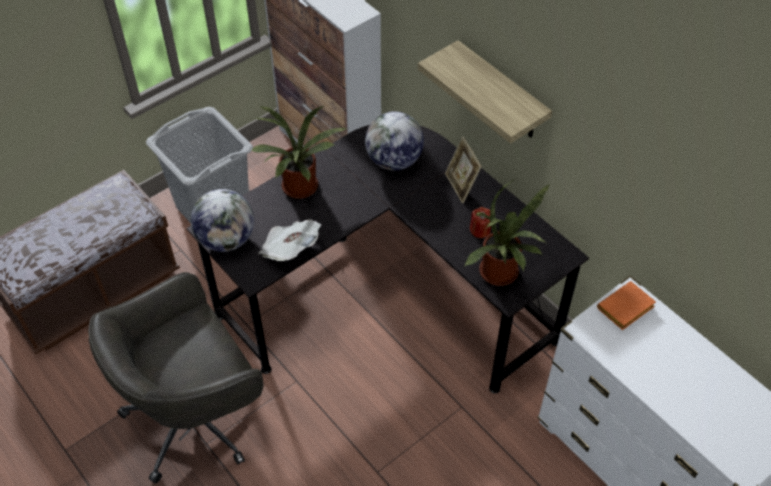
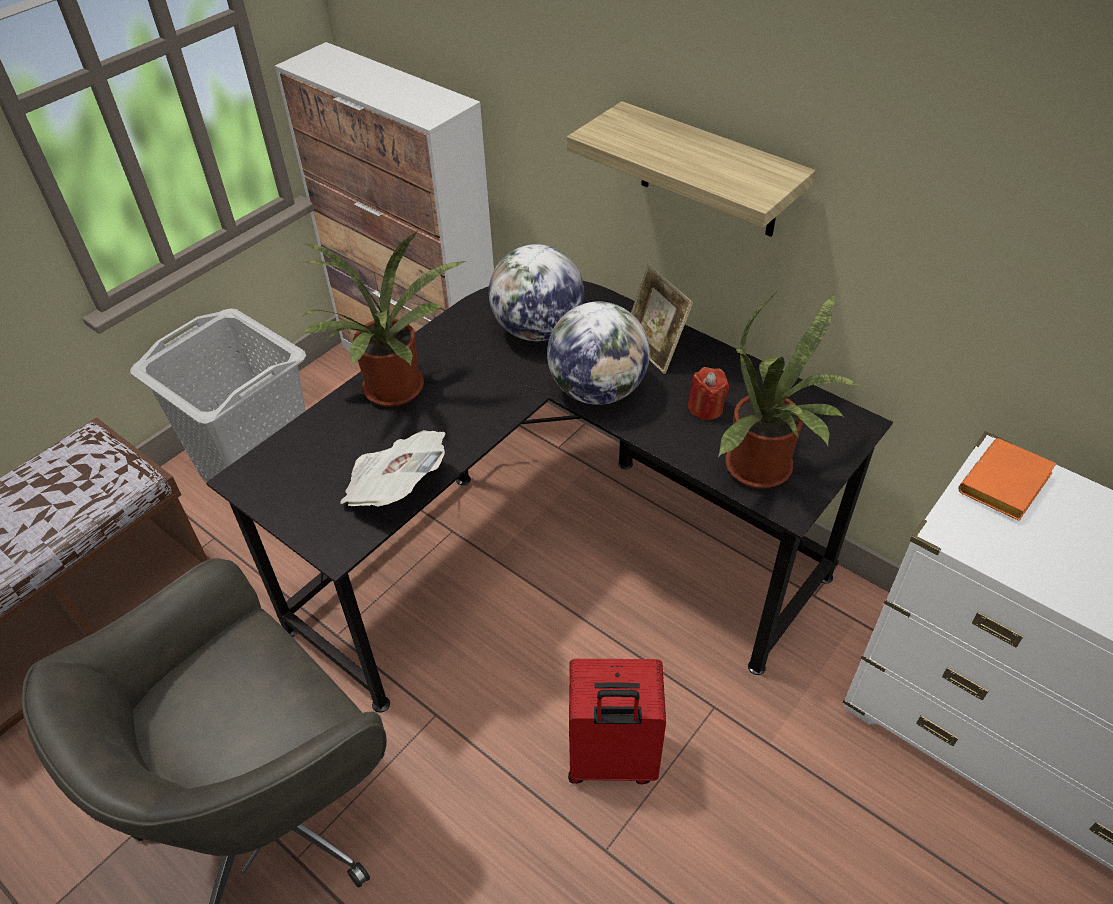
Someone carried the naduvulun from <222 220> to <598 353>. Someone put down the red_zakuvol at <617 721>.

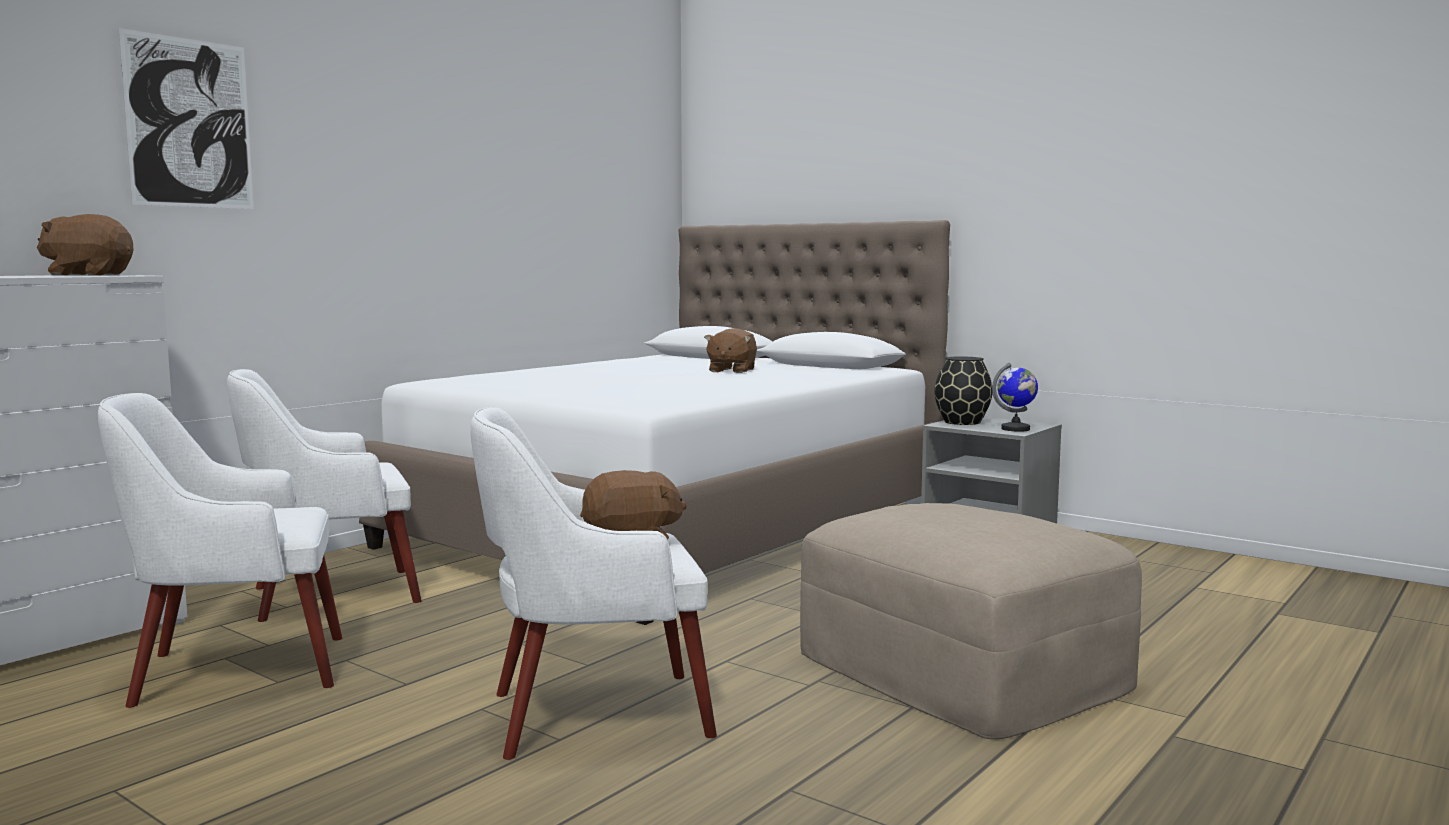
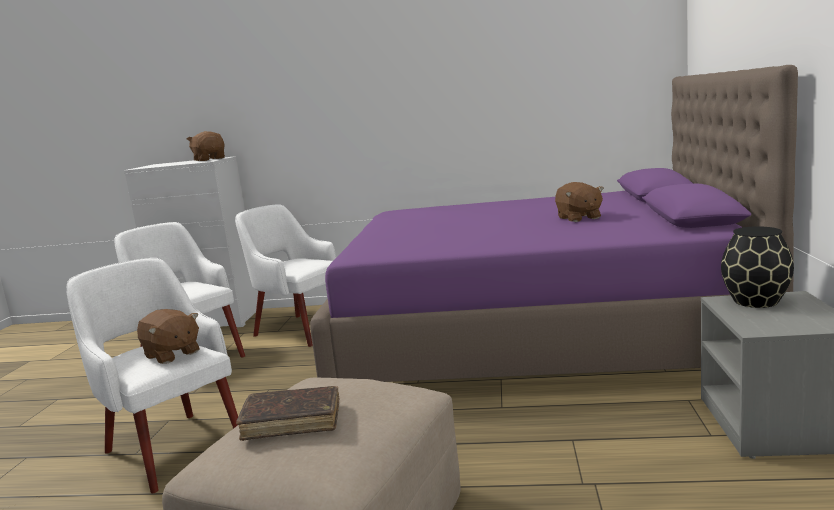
Someone took away the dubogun at <186 118>. Someone repainted the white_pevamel at <654 422>, which became the purple_pevamel at <554 223>. Someone rotated the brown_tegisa at <730 350> by 90 degrees counterclockwise. Someone took away the naduvulun at <1015 397>. Someone put down the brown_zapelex at <287 413>.

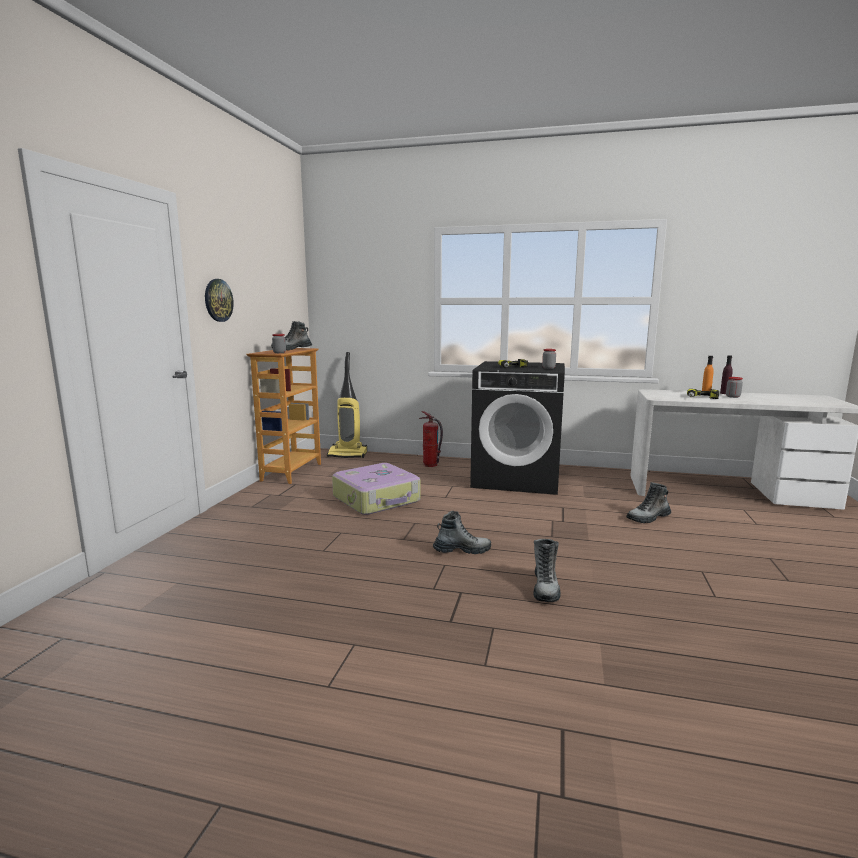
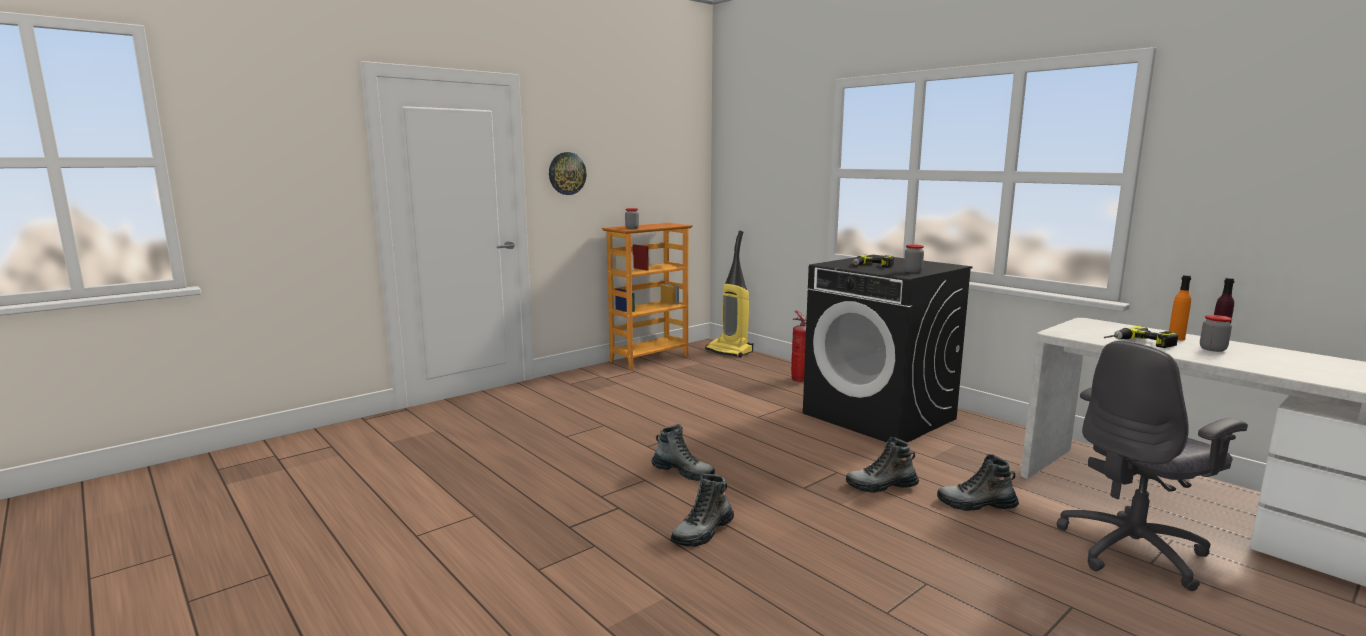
Someone carried the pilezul from <291 335> to <882 465>. Someone took away the zakuvol at <376 489>. Someone put down the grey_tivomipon at <1152 466>.

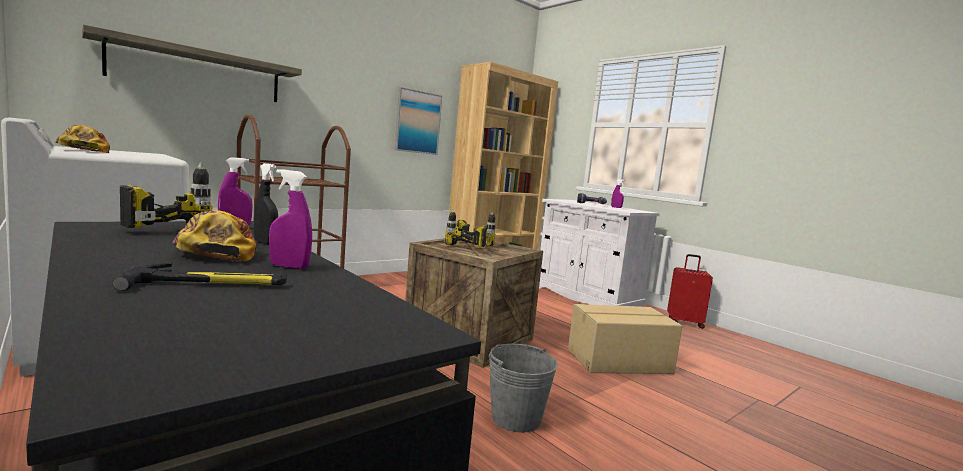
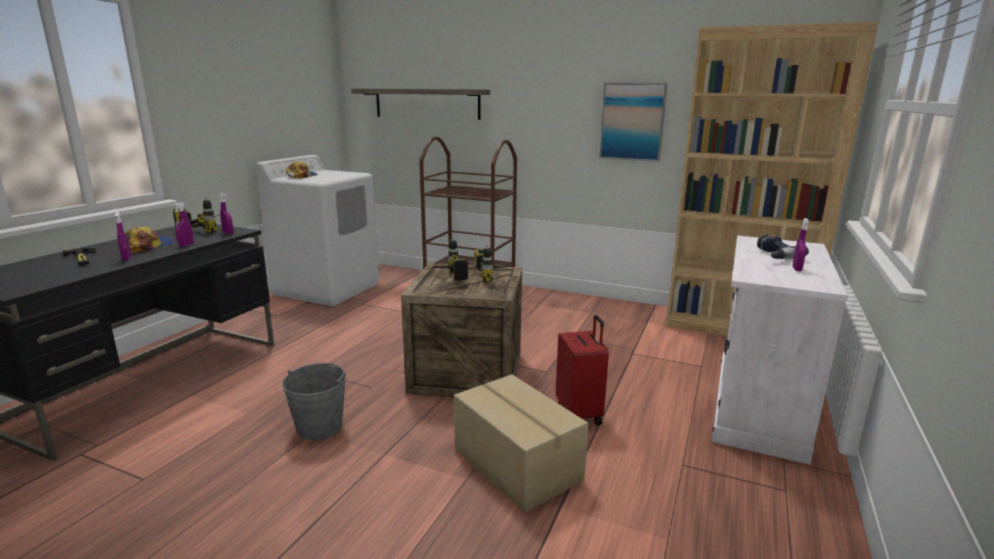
Someone repainted the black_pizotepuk at <266 204>, which became the purple_pizotepuk at <183 224>. Someone carried the red_zakuvol from <690 291> to <582 370>.

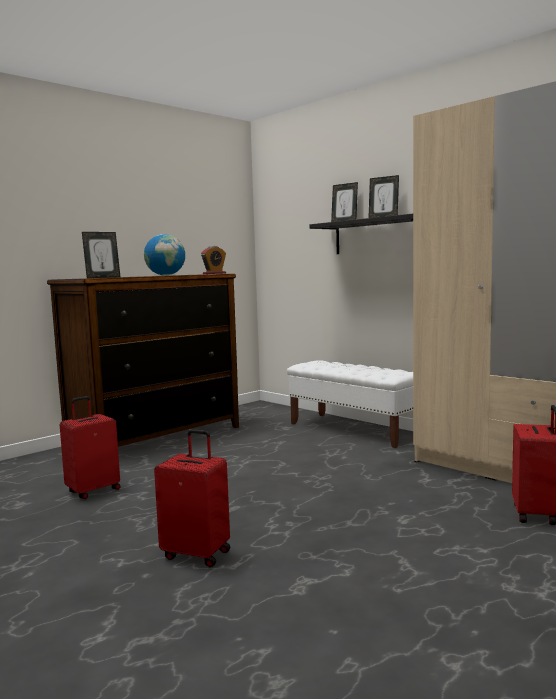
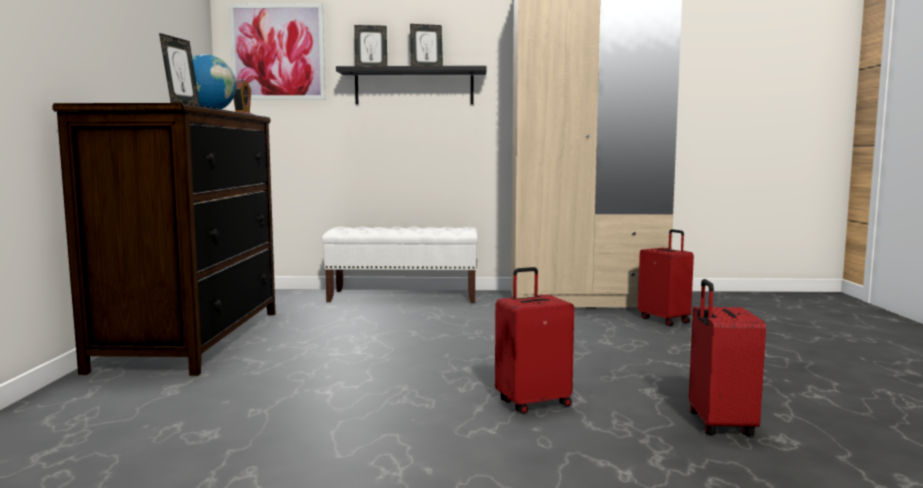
Someone carried the red_zakuvol from <90 447> to <727 357>. Someone put up the dubogun at <277 51>.

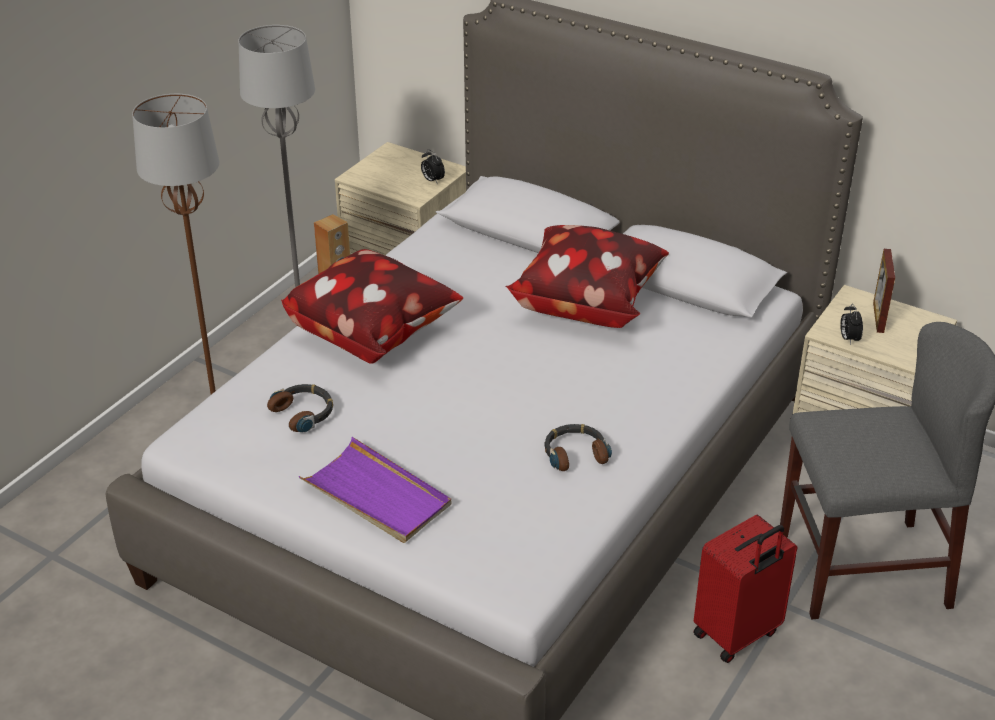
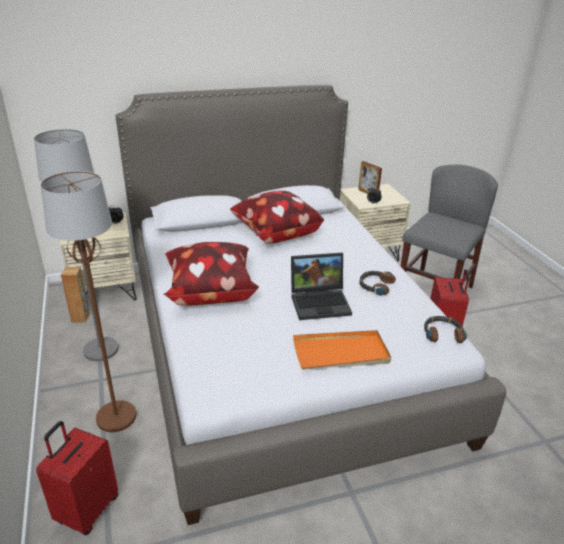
Someone carried the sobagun from <300 408> to <445 329>. Someone repainted the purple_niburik at <375 490>, which became the orange_niburik at <342 349>. Someone put down the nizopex at <321 286>. Someone put down the red_zakuvol at <77 478>.

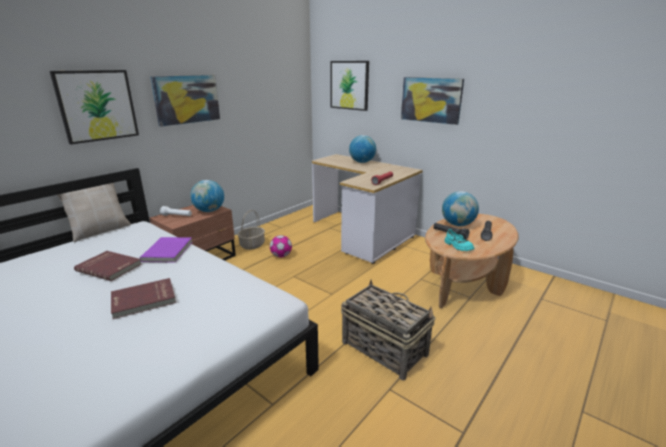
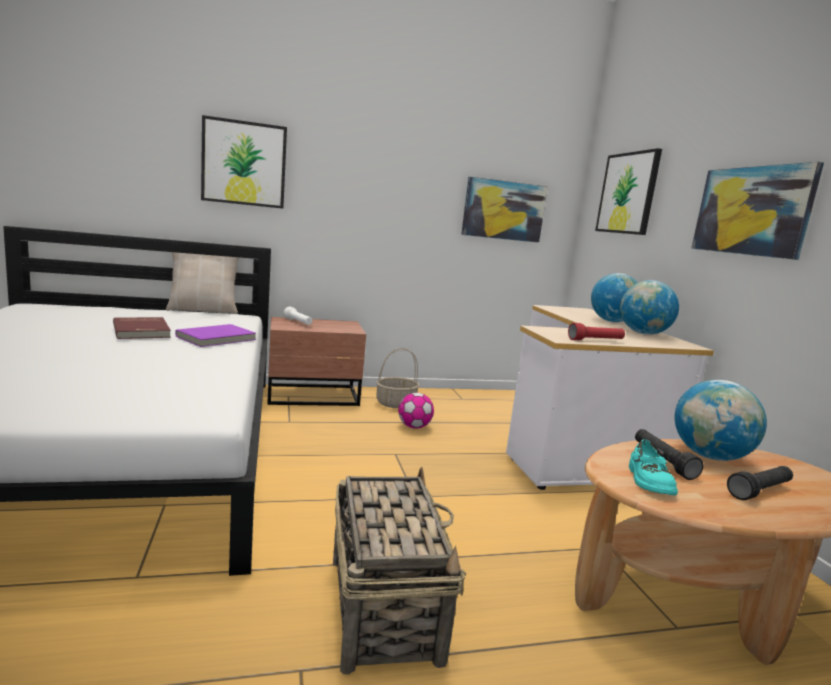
Someone carried the dubogun from <185 101> to <504 210>. Someone carried the naduvulun from <207 196> to <649 307>. Someone took away the red_zapelex at <143 298>.

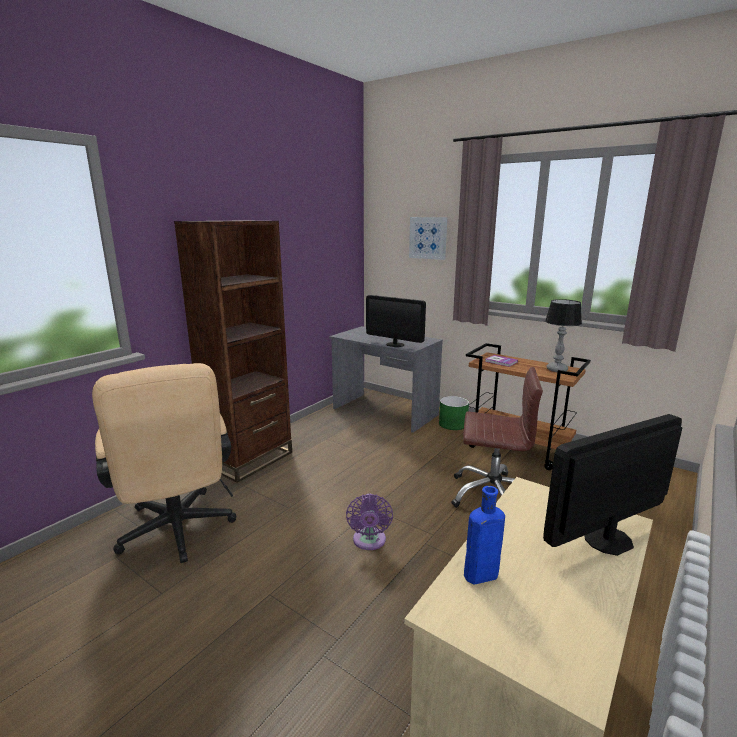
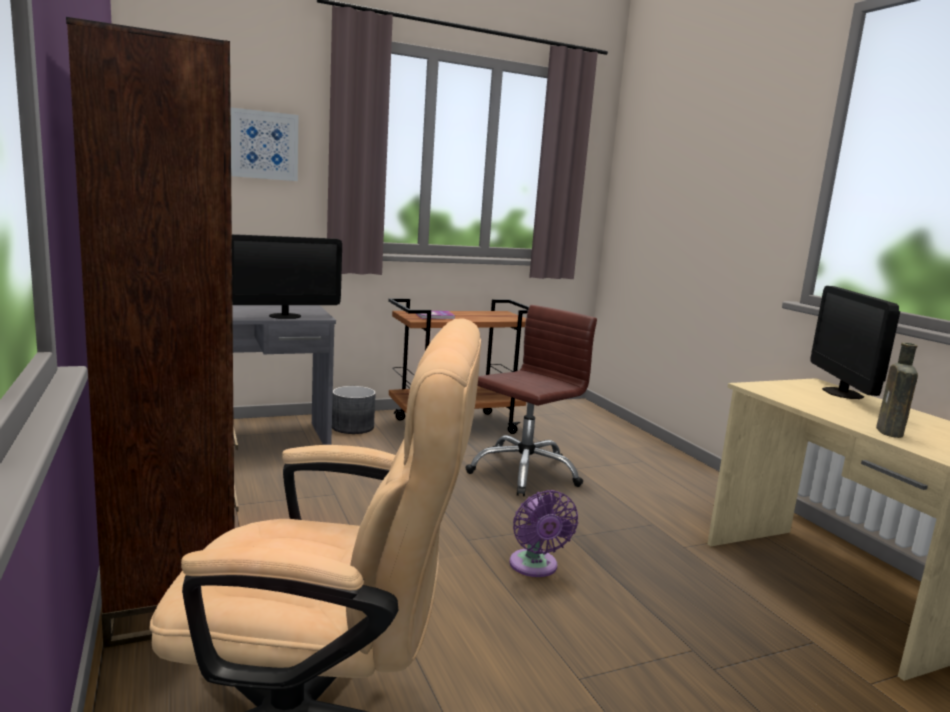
Someone took away the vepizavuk at <563 335>. Someone repainted the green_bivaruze at <454 413>, which became the grey_bivaruze at <354 410>. Someone repainted the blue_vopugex at <482 535>, which became the brown_vopugex at <897 390>. Someone rotated the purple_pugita at <369 522> by 45 degrees clockwise.

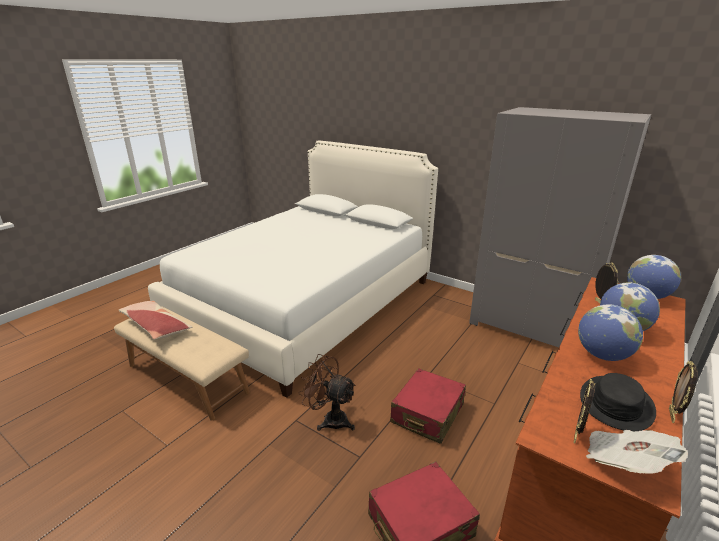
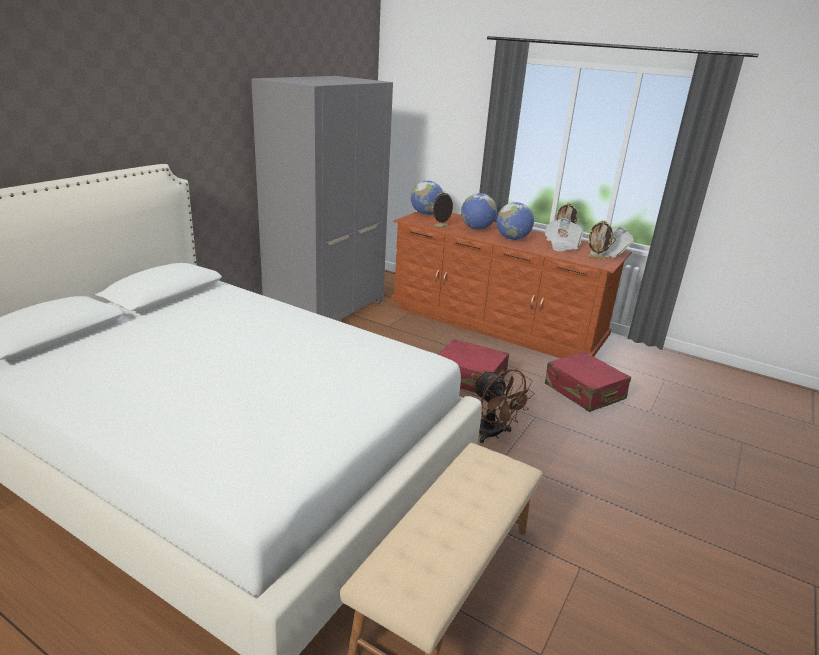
Someone took away the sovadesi at <155 320>. Someone rotated the brown_pugita at <327 392> by 60 degrees counterclockwise. Someone swapped the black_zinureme at <618 402> for the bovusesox at <564 234>.

